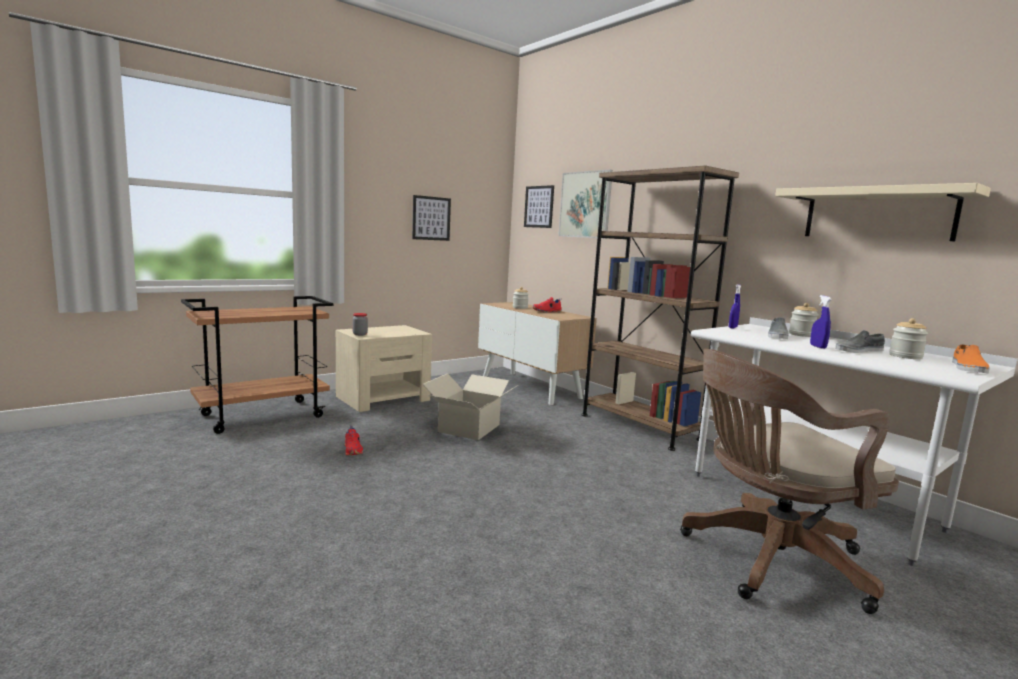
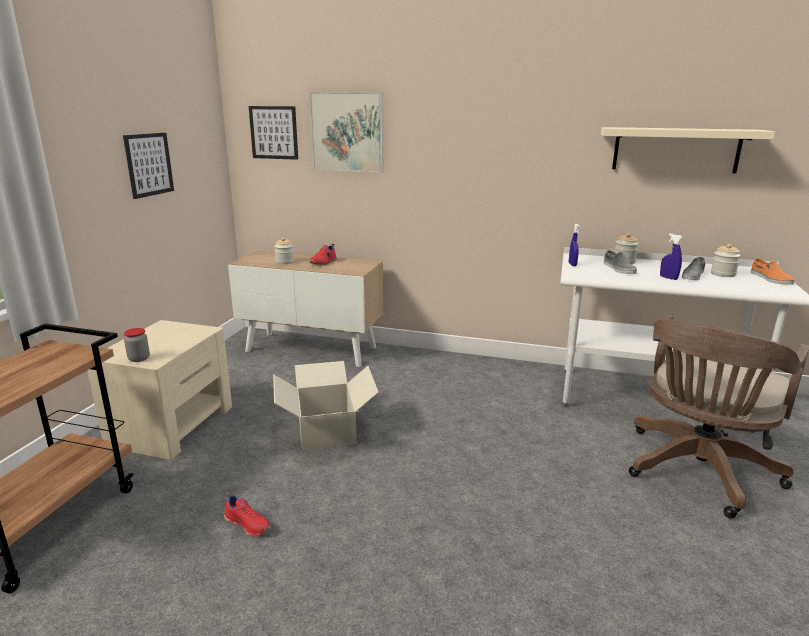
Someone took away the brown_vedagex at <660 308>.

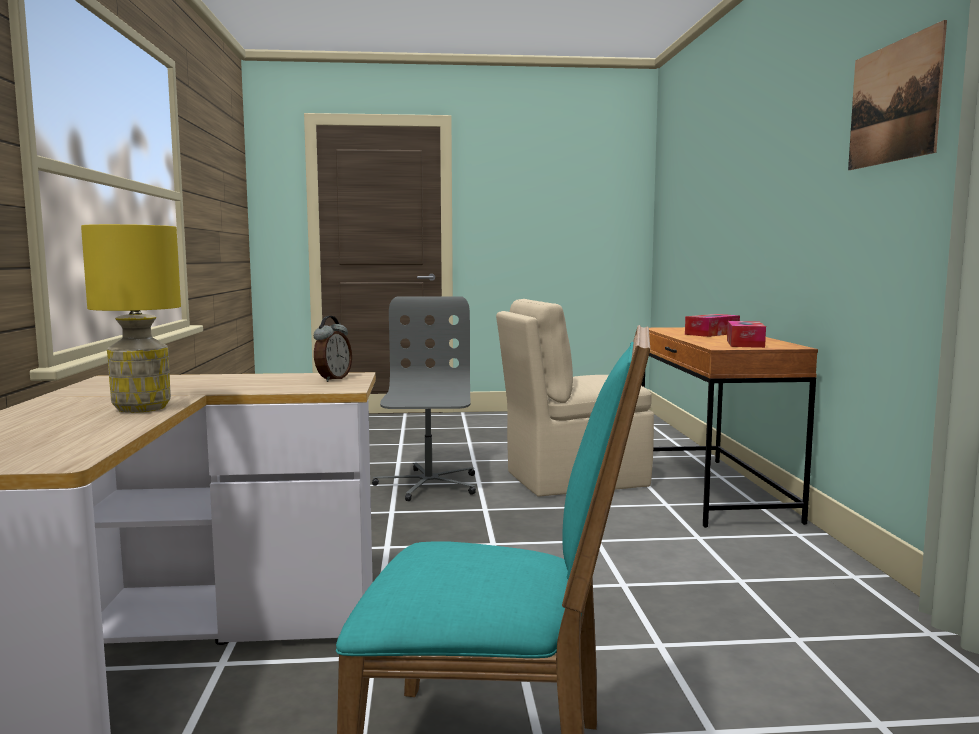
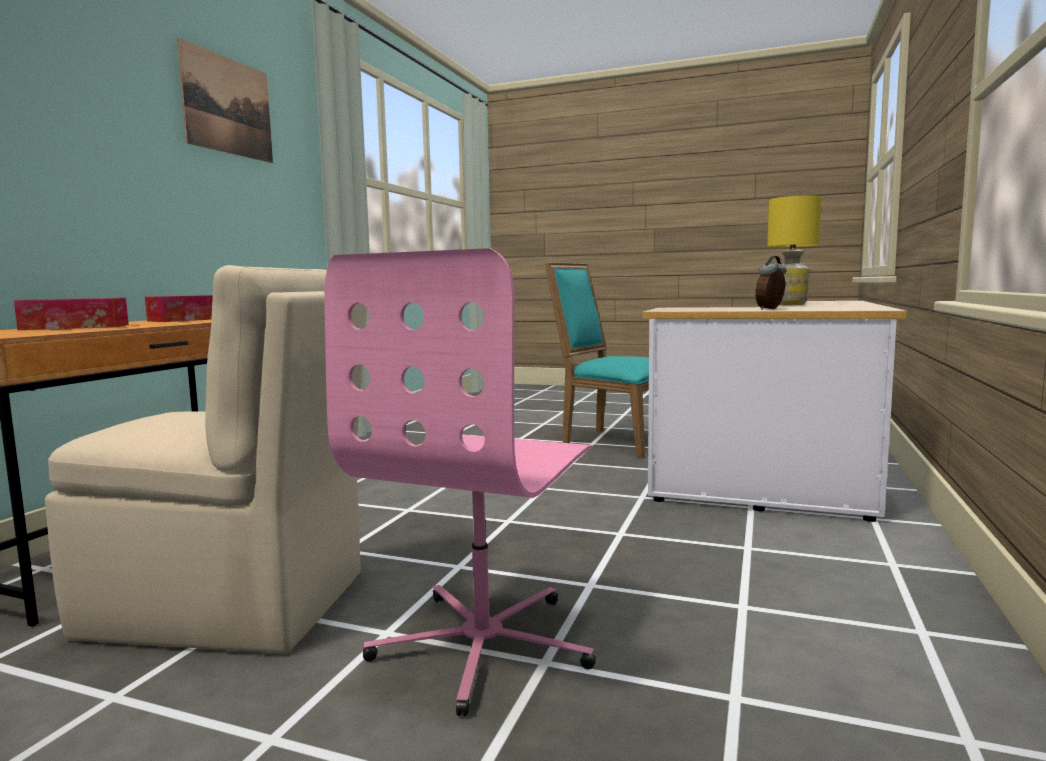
Someone repainted the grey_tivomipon at <424 398>, which became the pink_tivomipon at <460 482>. Someone carried the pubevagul from <333 349> to <770 283>.

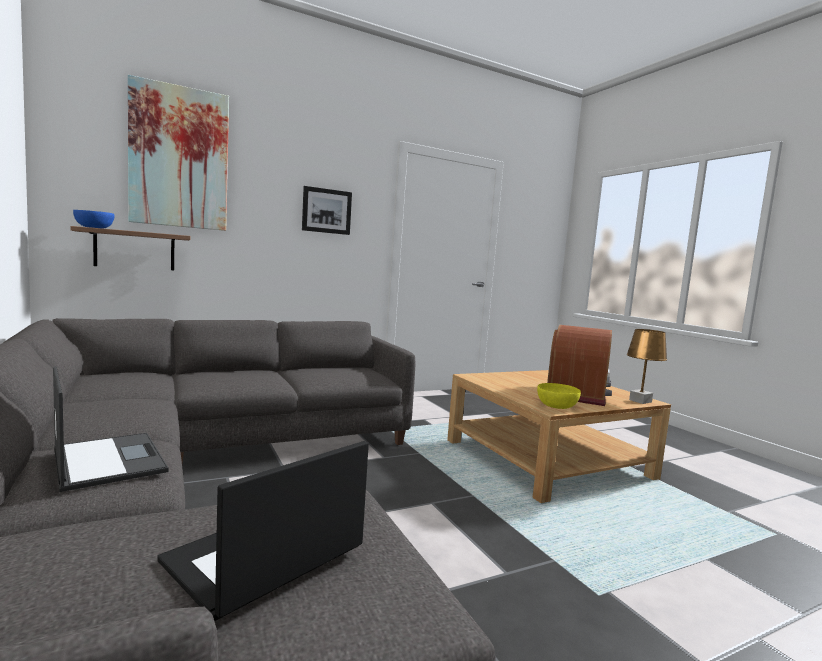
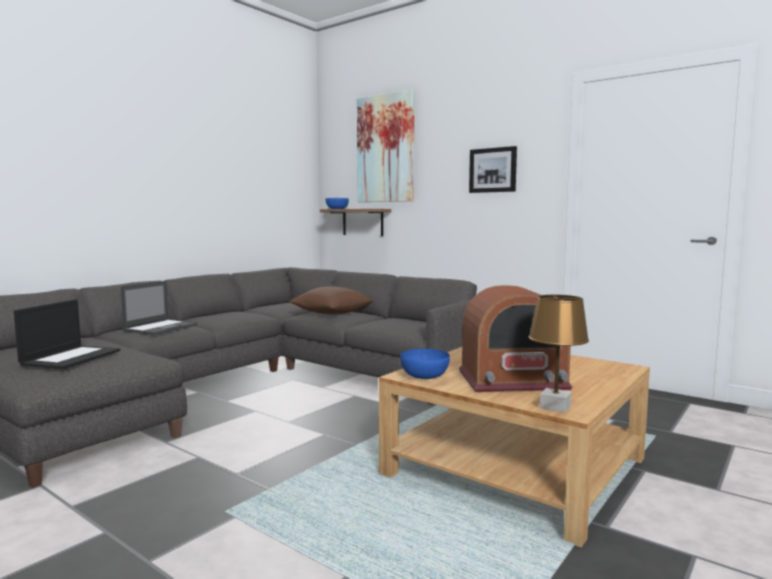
Someone repainted the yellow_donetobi at <559 396>, which became the blue_donetobi at <425 364>. Someone rotated the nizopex at <263 531> by 90 degrees clockwise. Someone put down the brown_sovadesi at <331 300>.

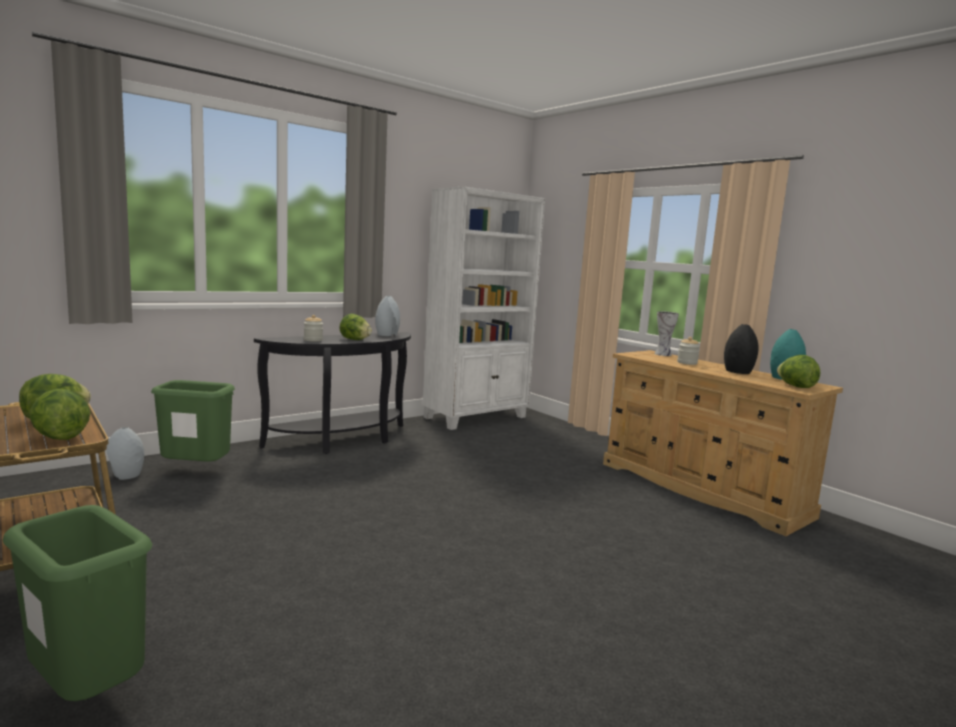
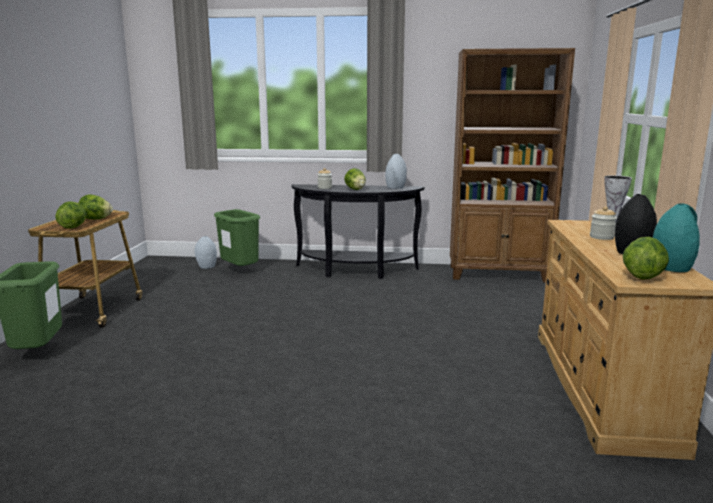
Someone repainted the white_vedagex at <484 308>, which became the brown_vedagex at <512 165>.

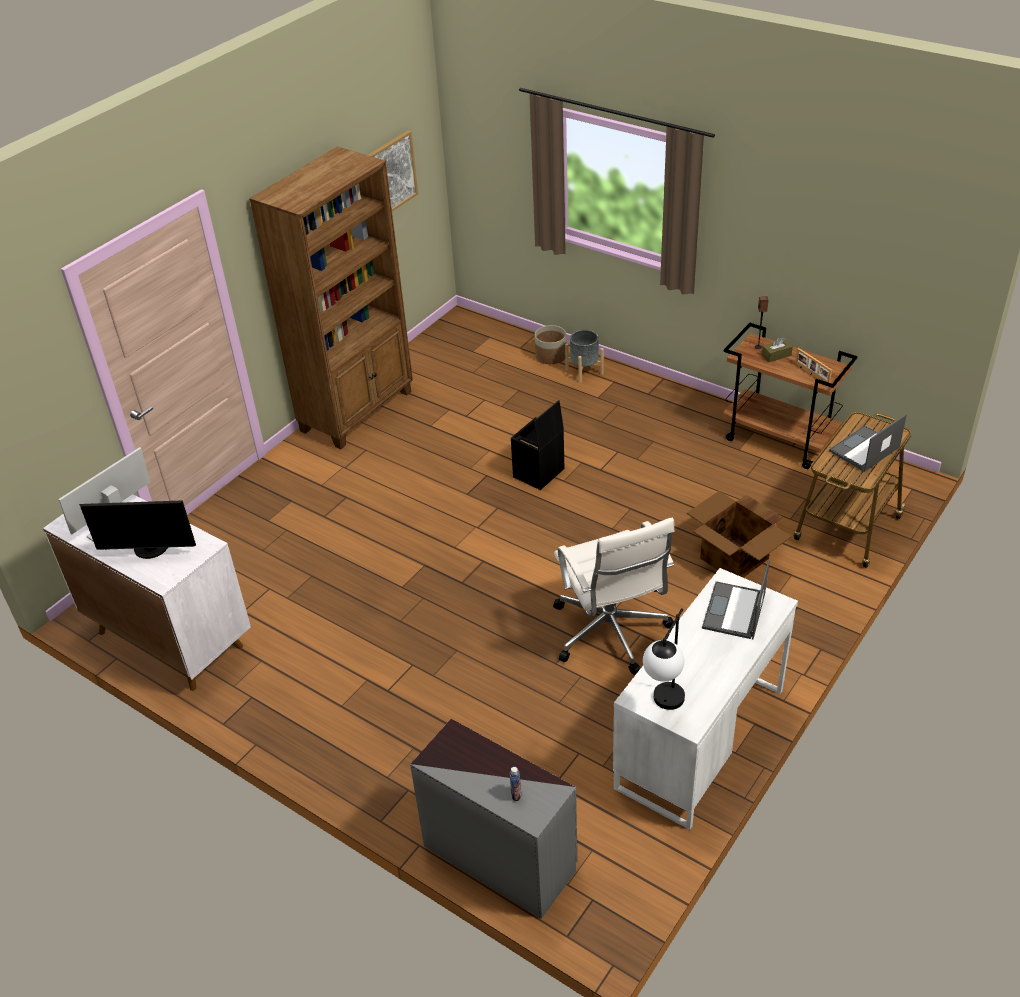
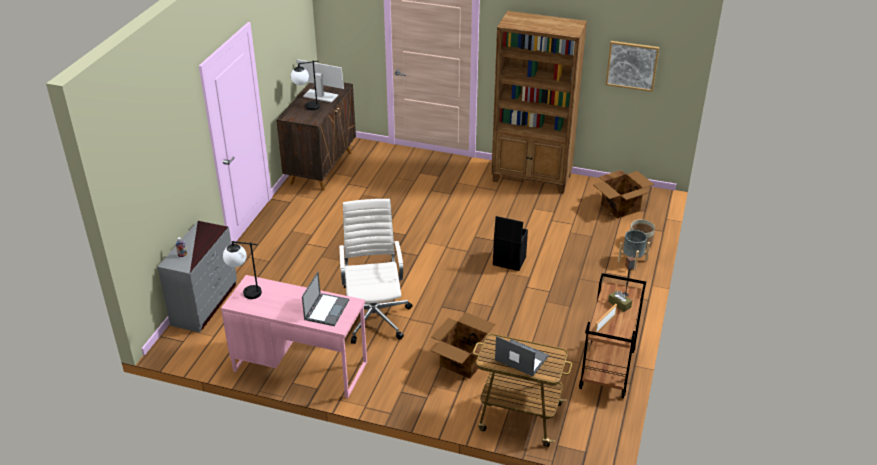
Someone repainted the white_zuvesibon at <147 592>, which became the brown_zuvesibon at <316 137>. Someone swapped the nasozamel at <137 529> for the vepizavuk at <305 85>. Someone rotated the white_tivomipon at <613 596> by 120 degrees clockwise. Someone rotated the nizopex at <736 600> by 105 degrees clockwise. Someone repainted the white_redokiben at <705 699>, which became the pink_redokiben at <294 336>. Someone put down the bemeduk at <623 194>.

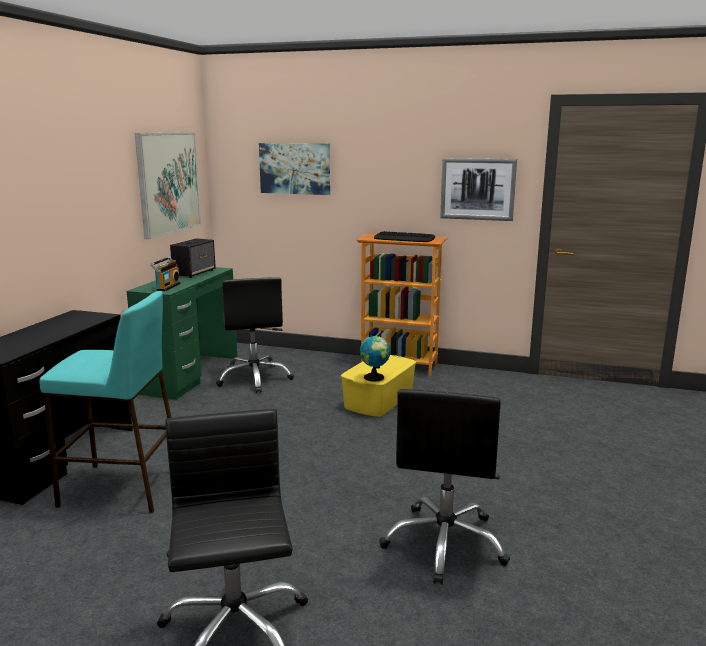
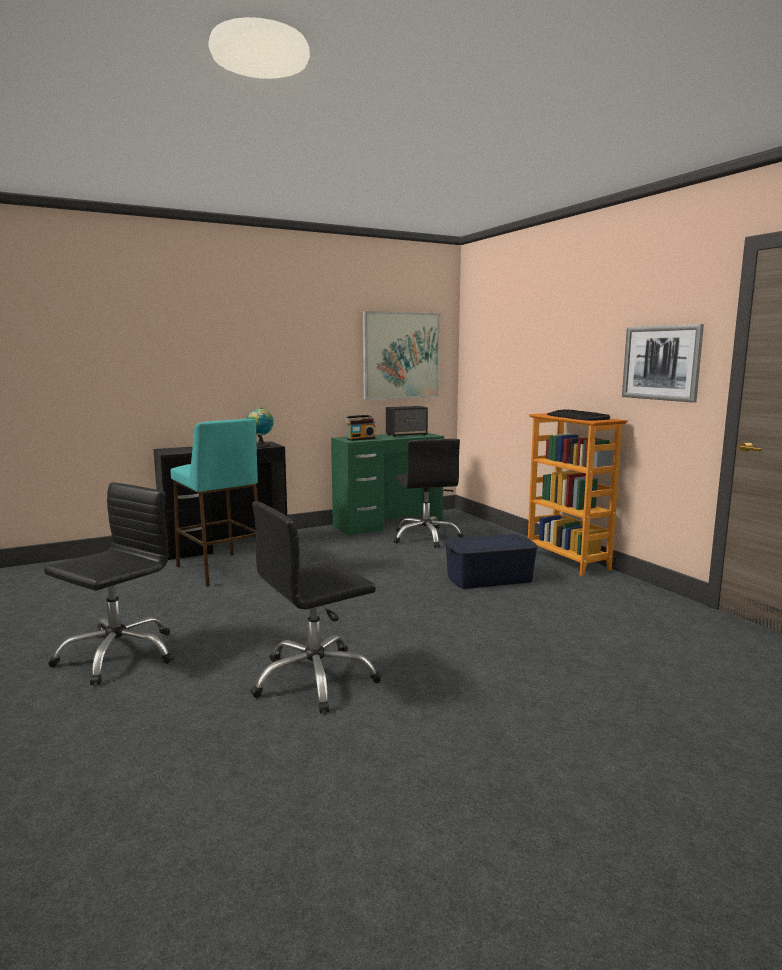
Someone took away the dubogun at <294 169>. Someone rotated the black_tivomipon at <255 335> by 45 degrees counterclockwise. Someone carried the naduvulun from <375 358> to <260 428>. Someone repainted the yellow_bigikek at <378 386>, which became the blue_bigikek at <491 561>.

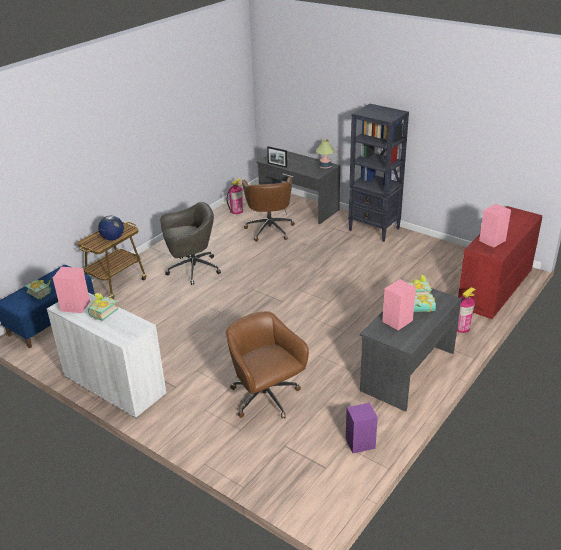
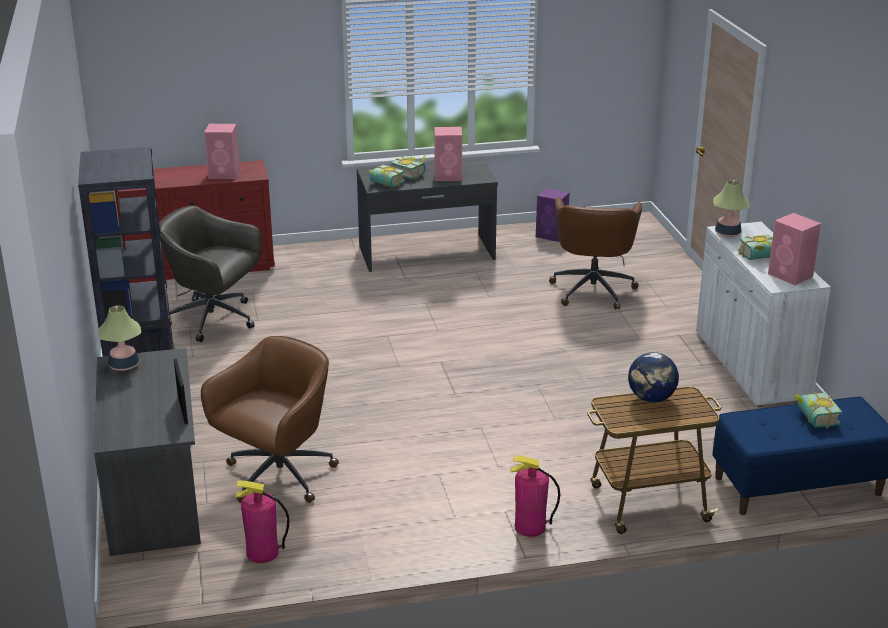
Someone carried the grey_tivomipon from <191 243> to <210 274>. Someone carried the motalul from <466 310> to <535 496>. Someone put down the vepizavuk at <731 208>.

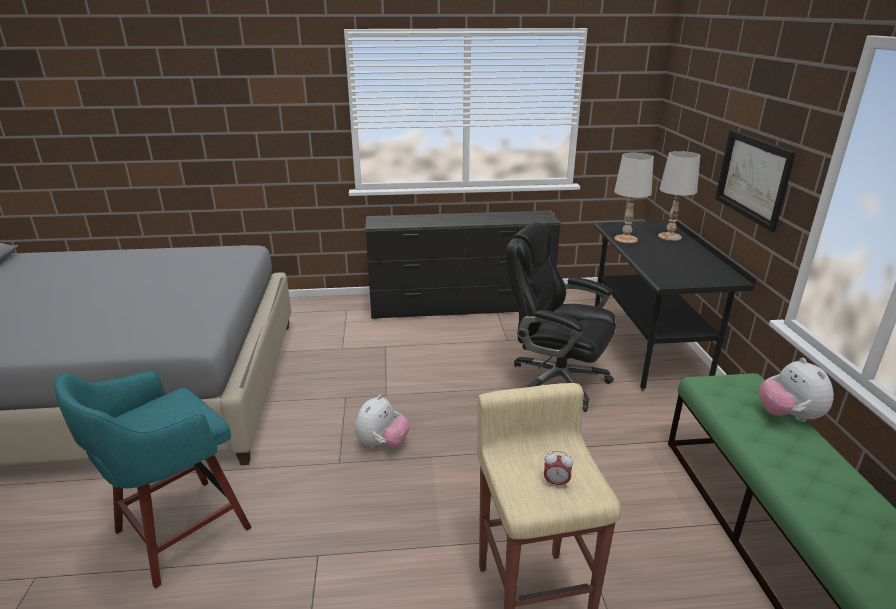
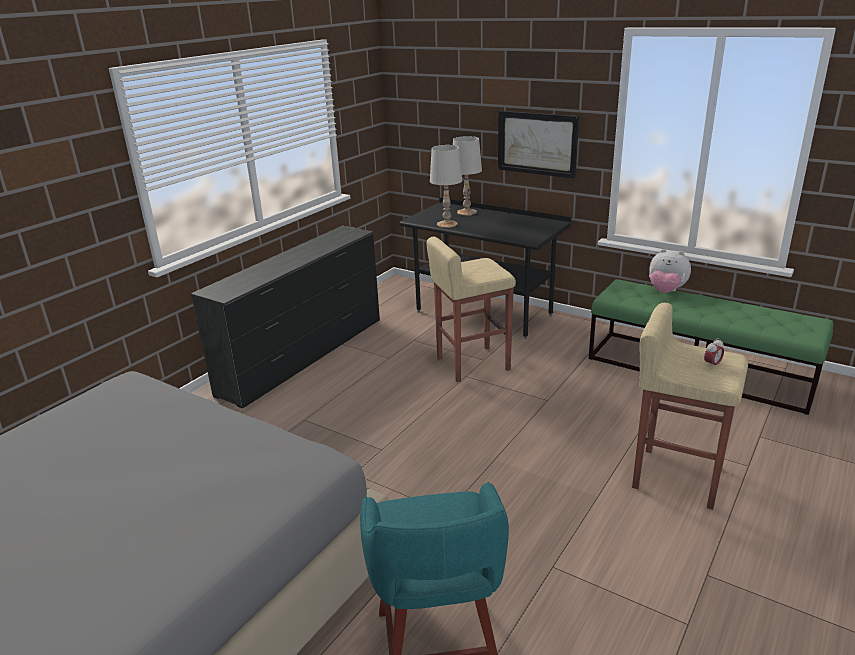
Someone swapped the black_tivomipon at <561 317> for the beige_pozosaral at <471 309>. Someone took away the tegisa at <382 421>.

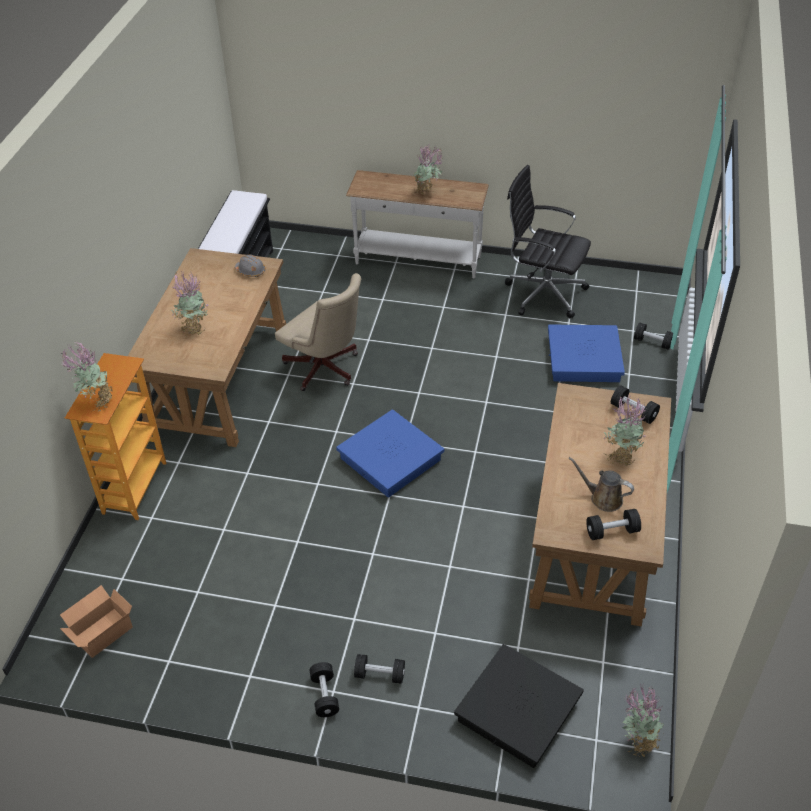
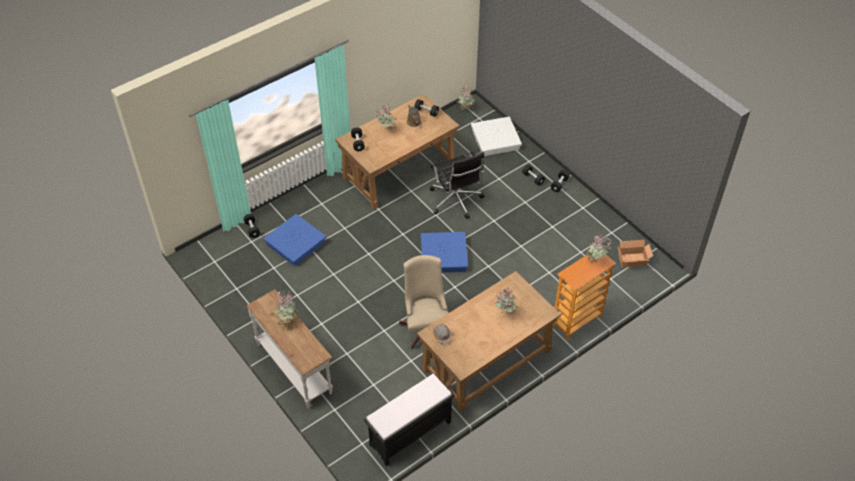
Someone carried the black_tivomipon from <548 241> to <457 185>. Someone repainted the black_bigikek at <519 706>, which became the white_bigikek at <496 136>.

